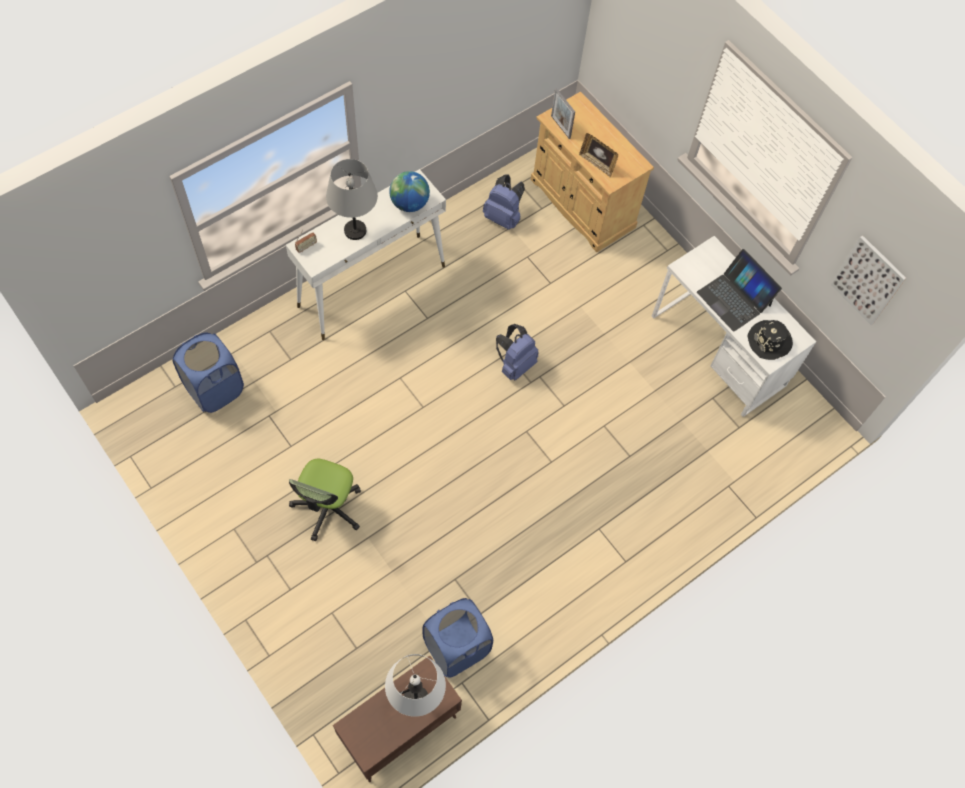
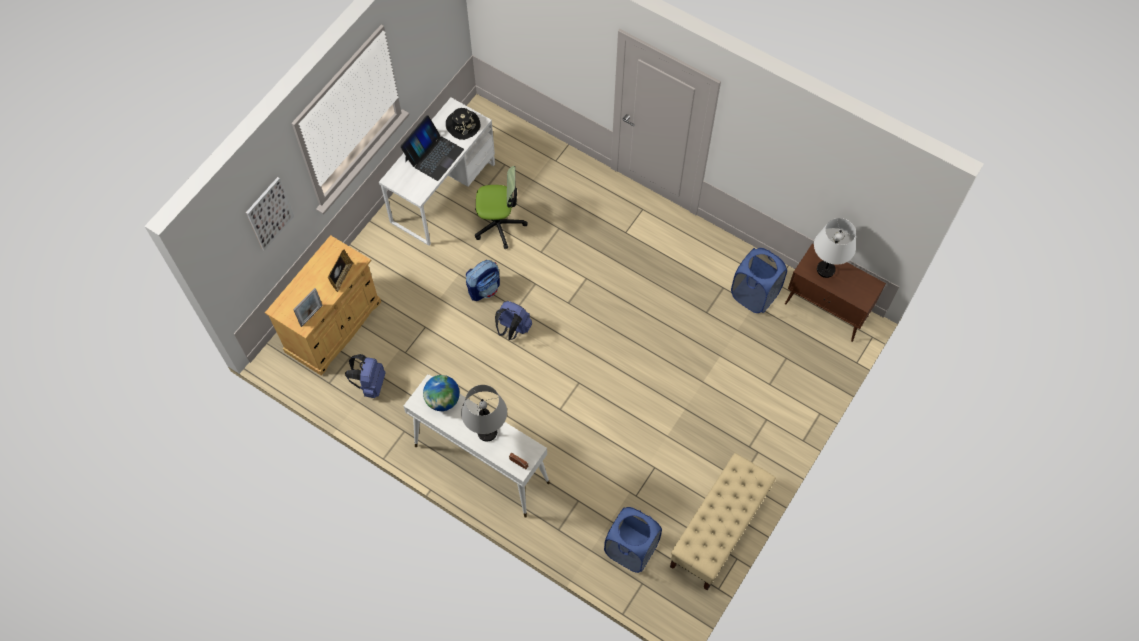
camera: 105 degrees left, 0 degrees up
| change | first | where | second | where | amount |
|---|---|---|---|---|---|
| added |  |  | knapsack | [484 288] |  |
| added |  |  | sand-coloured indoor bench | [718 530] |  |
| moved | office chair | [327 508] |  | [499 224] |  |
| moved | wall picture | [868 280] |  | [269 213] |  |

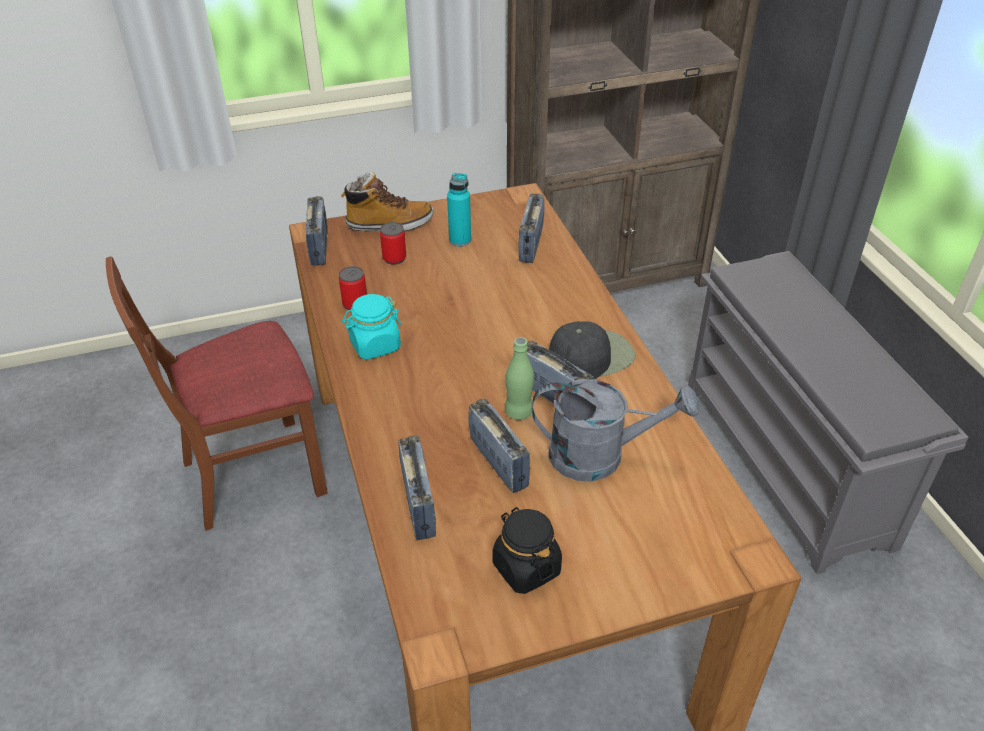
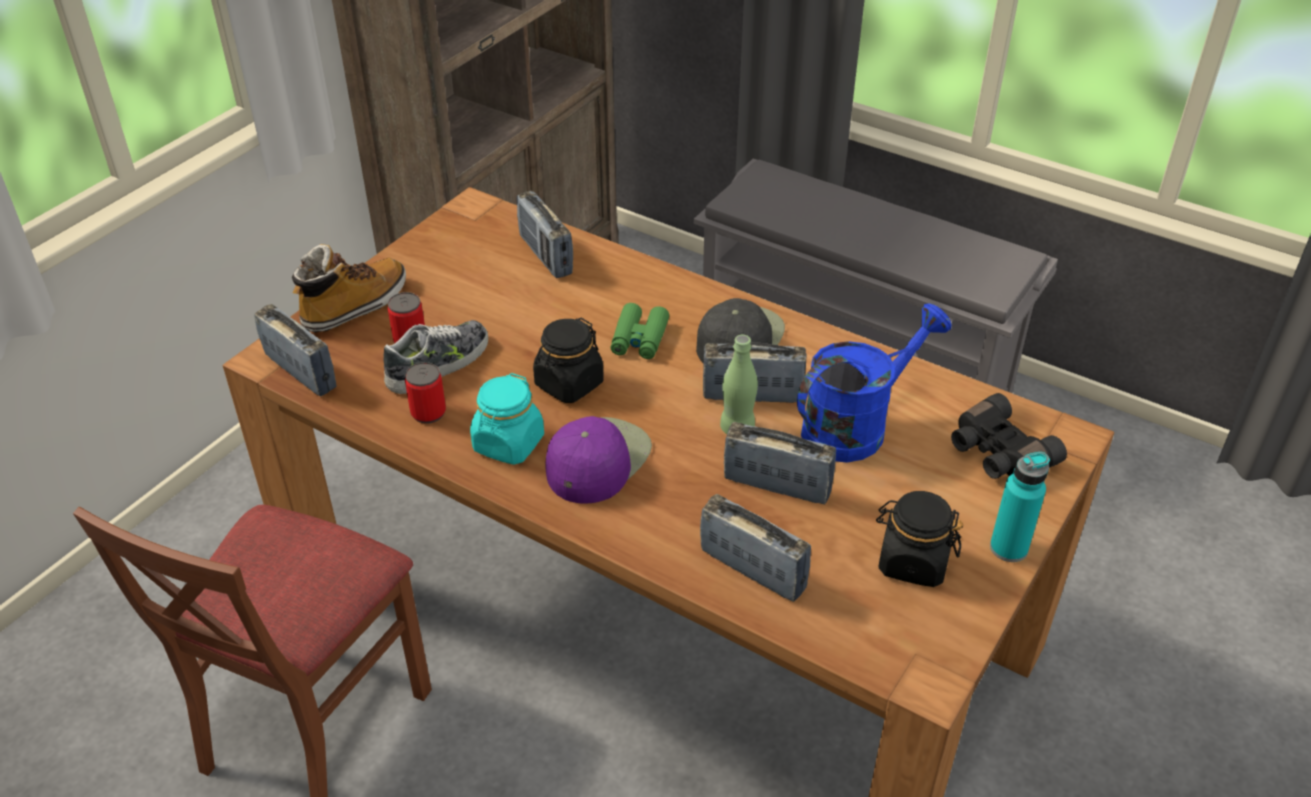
camera: 40 degrees left, 0 degrees up
| change | first | where | second | where | amount |
|---|---|---|---|---|---|
| added |  |  | shoe | [439 364] |  |
| added |  |  | black-coloured jar | [568 384] |  |
| added |  |  | purple cap | [597 460] |  |
| added |  |  | green binoculars | [639 339] |  |
| added |  |  | black-coloured binoculars | [997 453] |  |
| moved | turquoise-coloured drink bottle | [460 240] |  | [1008 548] |  |
| recoloured | grey watering can | [600 456] | blue watering can | [856 425] |  |

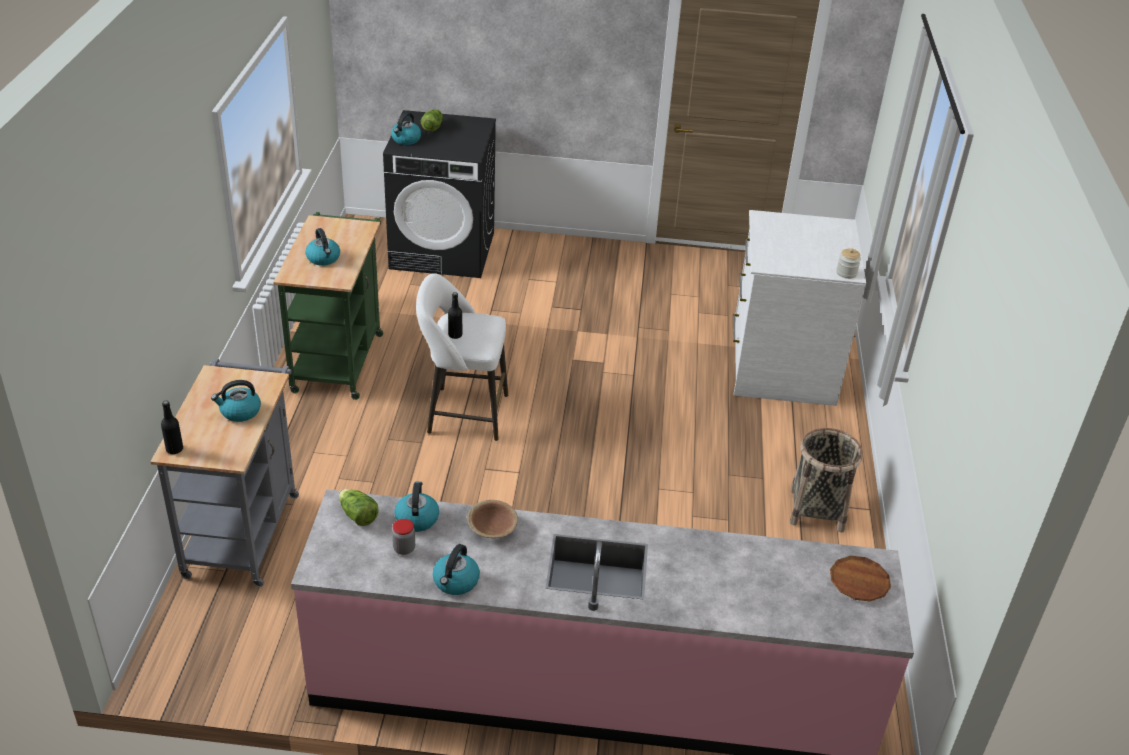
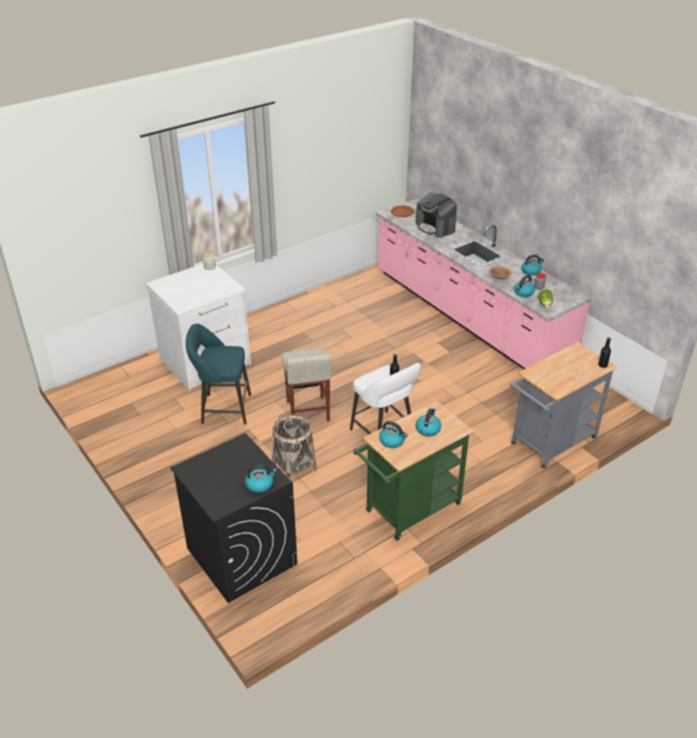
camera: 130 degrees left, 0 degrees up
| change | first | where | second | where | amount |
|---|---|---|---|---|---|
| removed | lettuce | [432 127] |  |  |  |
| added |  |  | turquoise-coloured stool | [223 409] |  |
| added |  |  | sand-coloured stool | [307 411] |  |
| added |  |  | coffee brewer | [435 227] |  |
| moved | tea kettle | [239 412] |  | [392 441] |  |
| moved | household basket | [817 510] |  | [294 466] |  |

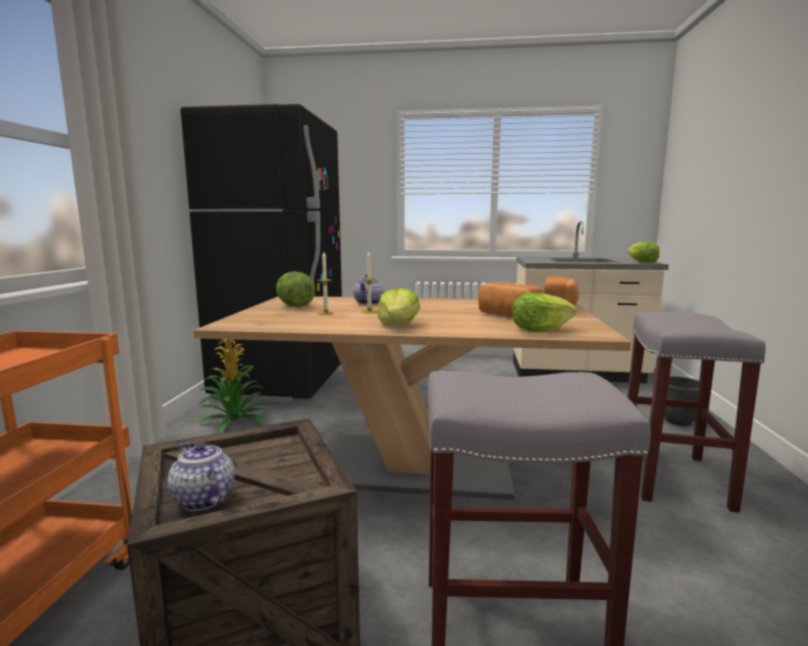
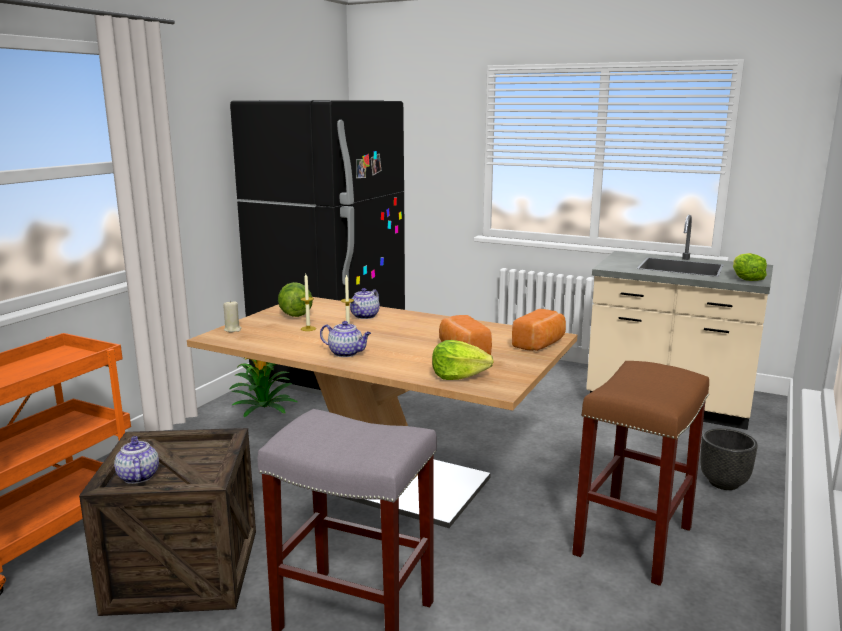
camera: 20 degrees right, 5 degrees up
| change | first | where | second | where | amount |
|---|---|---|---|---|---|
| added |  |  | sand-coloured candle | [232 329] |  |
| replaced | lettuce | [398 325] | tea pot | [346 353] |  |
| recoloured | grey stool | [674 479] | brown stool | [633 542] |  |

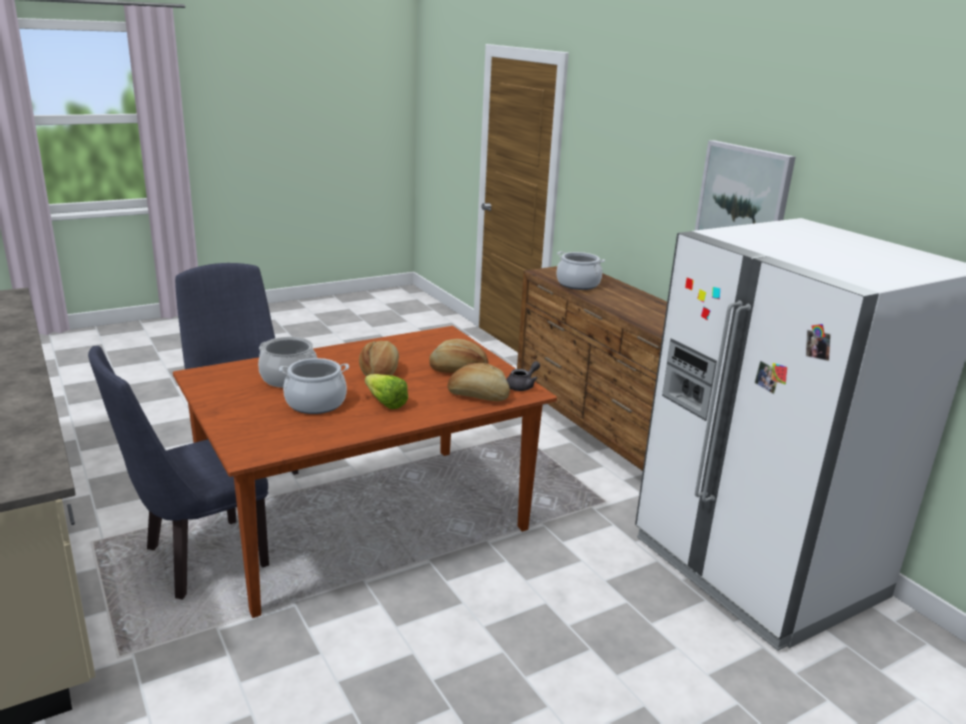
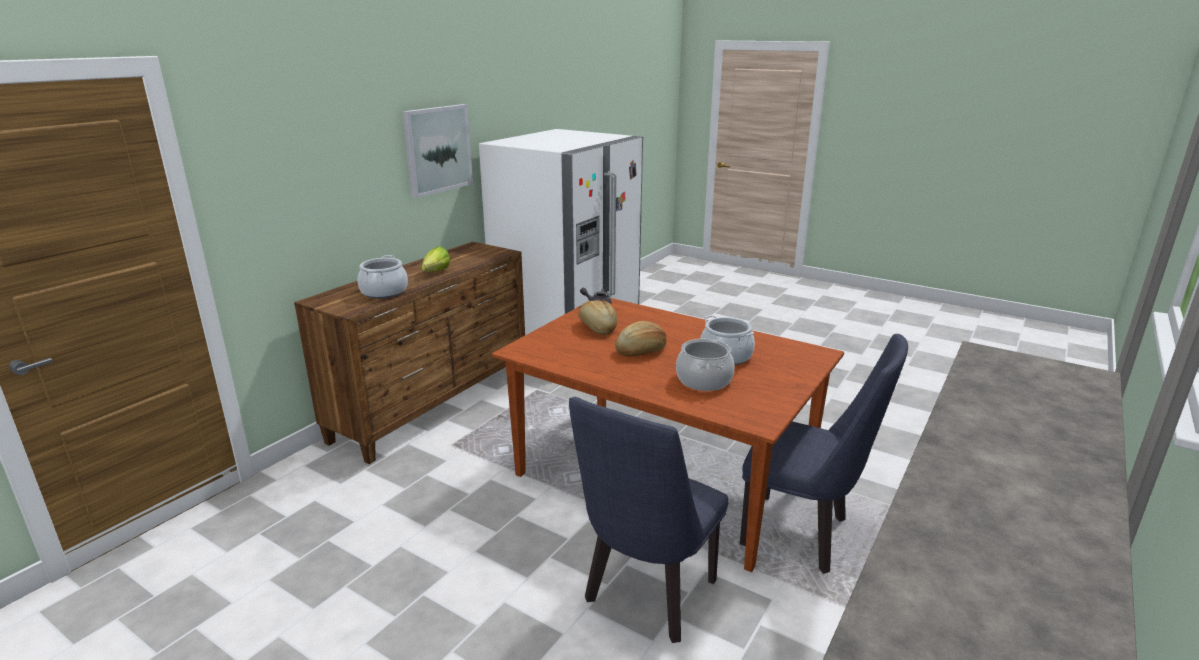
camera: 115 degrees left, 0 degrees up
| change | first | where | second | where | amount |
|---|---|---|---|---|---|
| removed | baked bread | [478 396] |  |  |  |
| moved | lettuce | [383 402] |  | [433 273] |  |

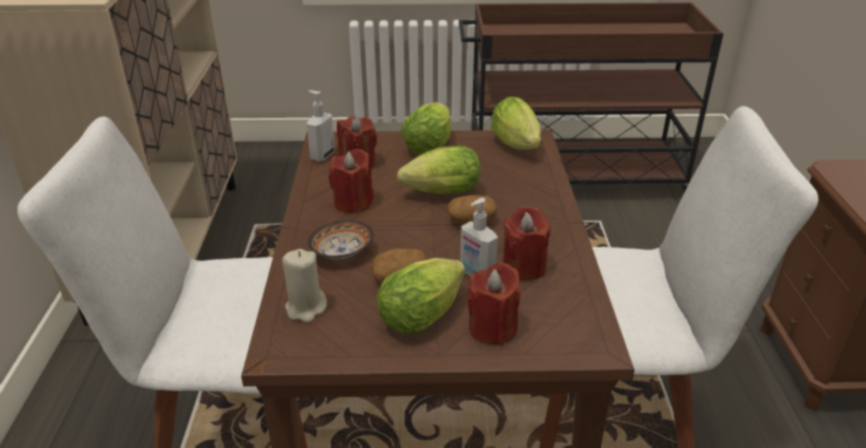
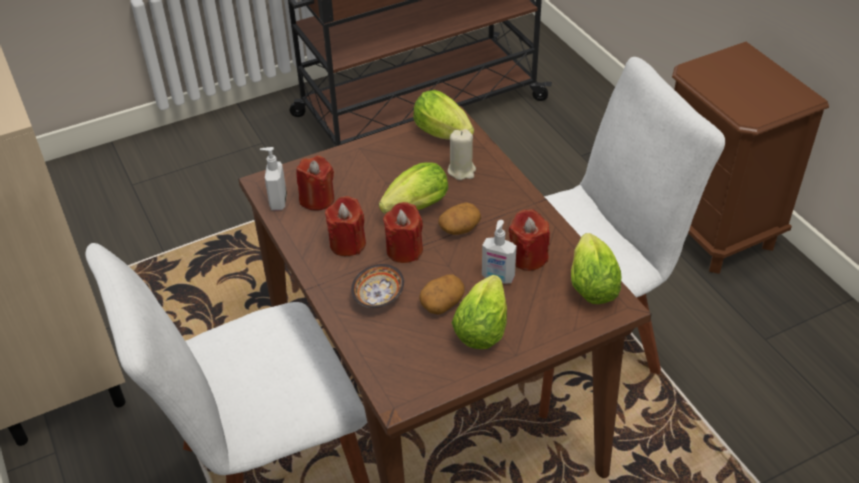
camera: 25 degrees left, 10 degrees up
| change | first | where | second | where | amount |
|---|---|---|---|---|---|
| moved | sand-coloured candle | [306 308] |  | [461 171] |  |
| moved | lettuce | [430 145] |  | [591 282] |  |
| moved | reddish candle | [492 328] |  | [404 250] |  |

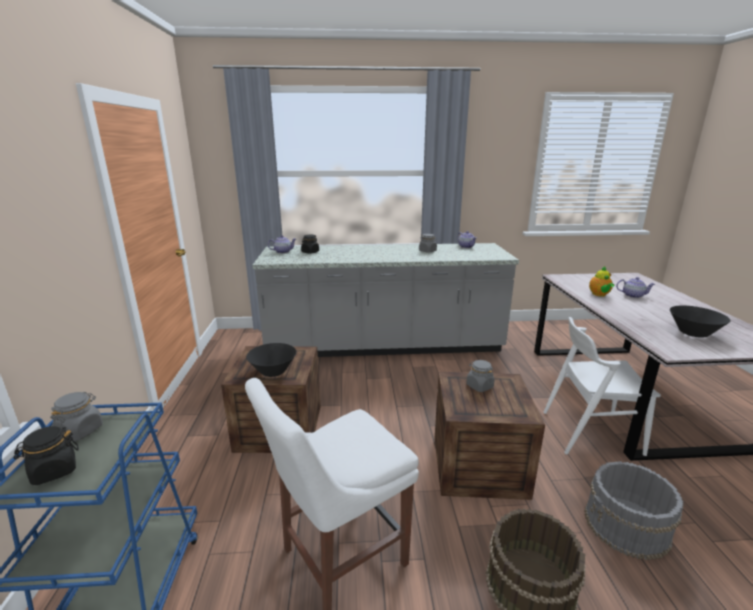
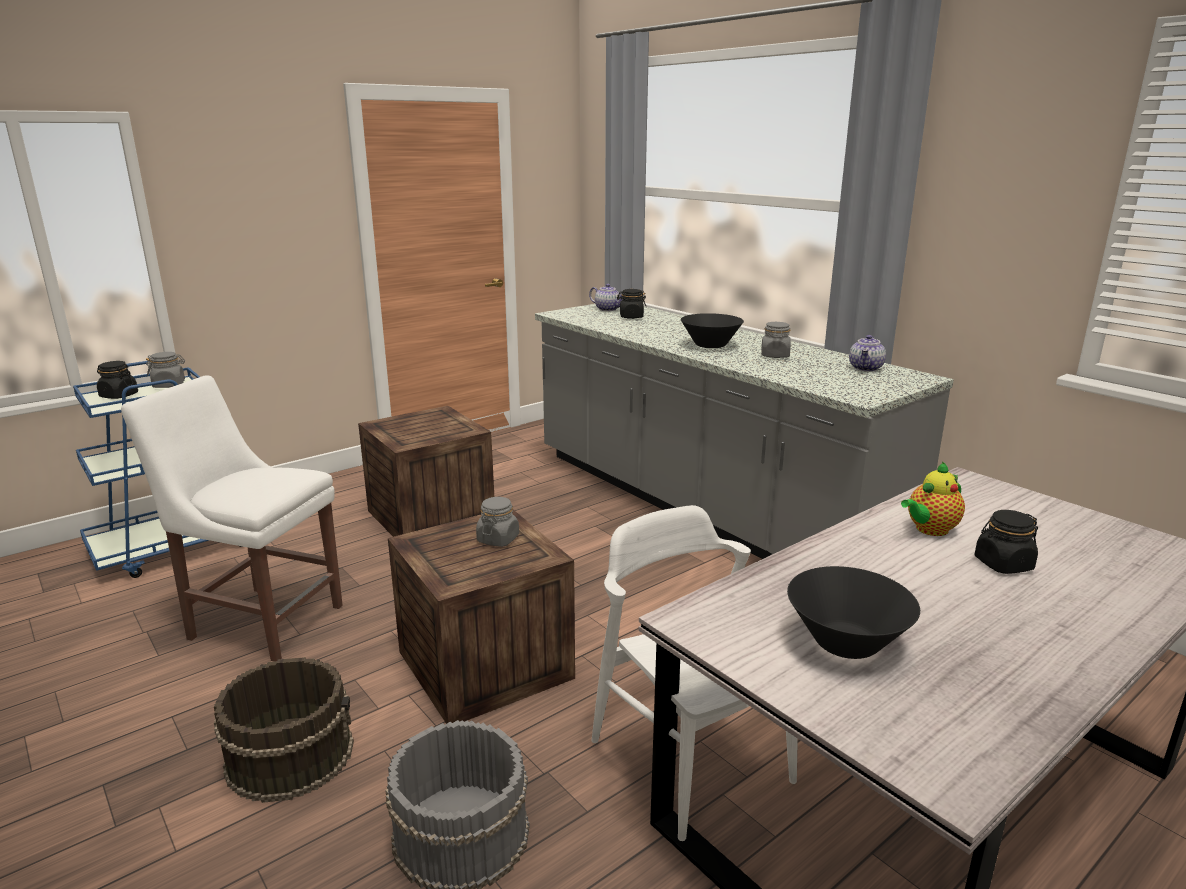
camera: 55 degrees right, 0 degrees up
| change | first | where | second | where | amount |
|---|---|---|---|---|---|
| moved | black-coloured bowl | [273 371] |  | [710 345] |  |
| replaced | tea pot | [633 295] | black-coloured jar | [1003 564] |  |

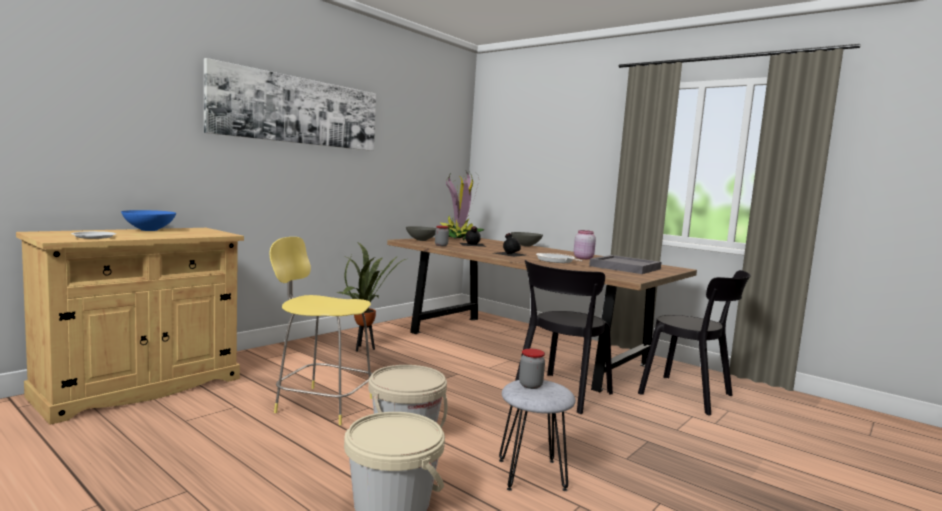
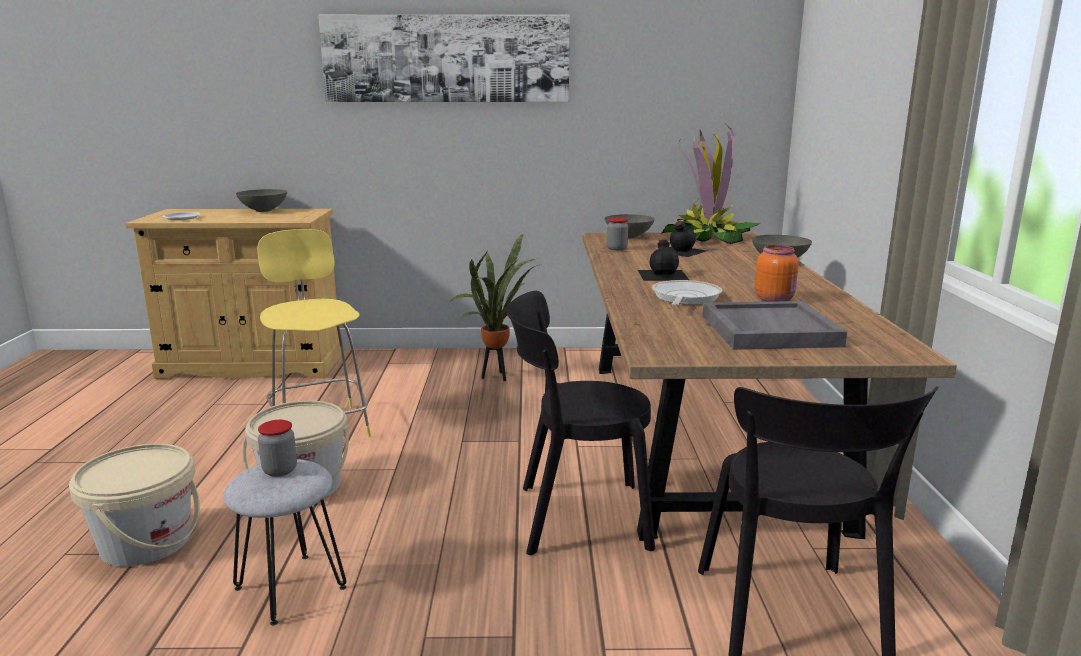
camera: 50 degrees right, 10 degrees up
| change | first | where | second | where | amount |
|---|---|---|---|---|---|
| recoloured | blue bowl | [148 230] | grey bowl | [263 210] |  |
| recoloured | pink jar | [583 258] | orangey jar | [774 299] |  |

